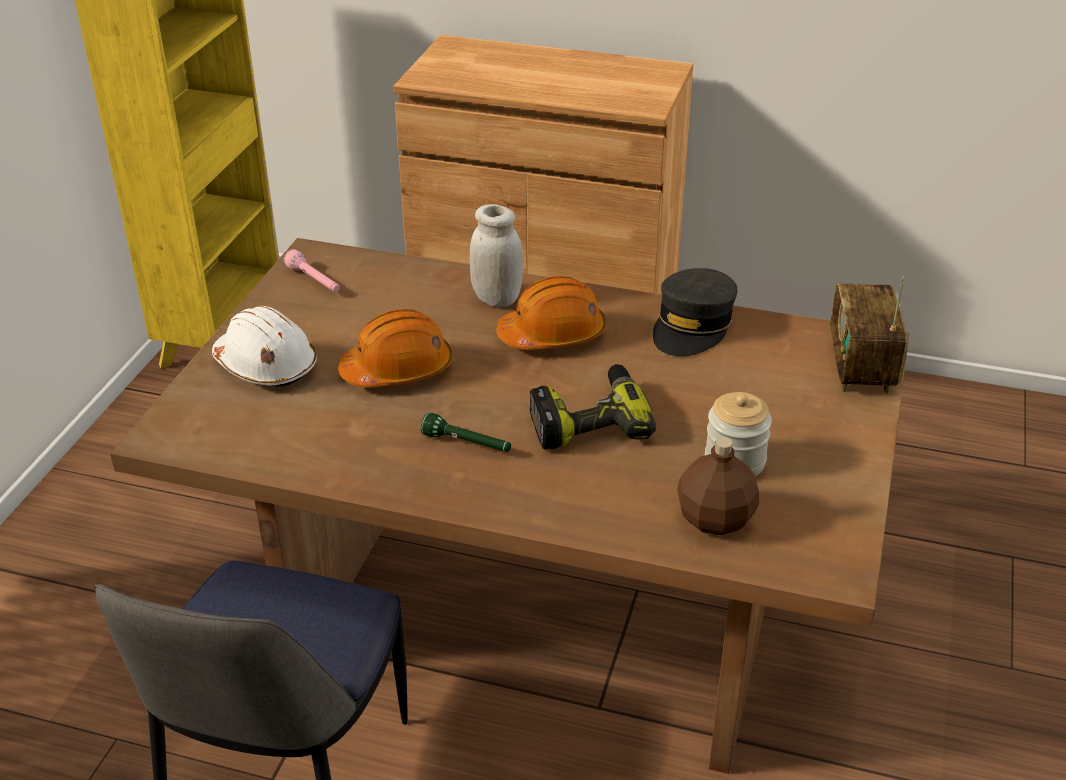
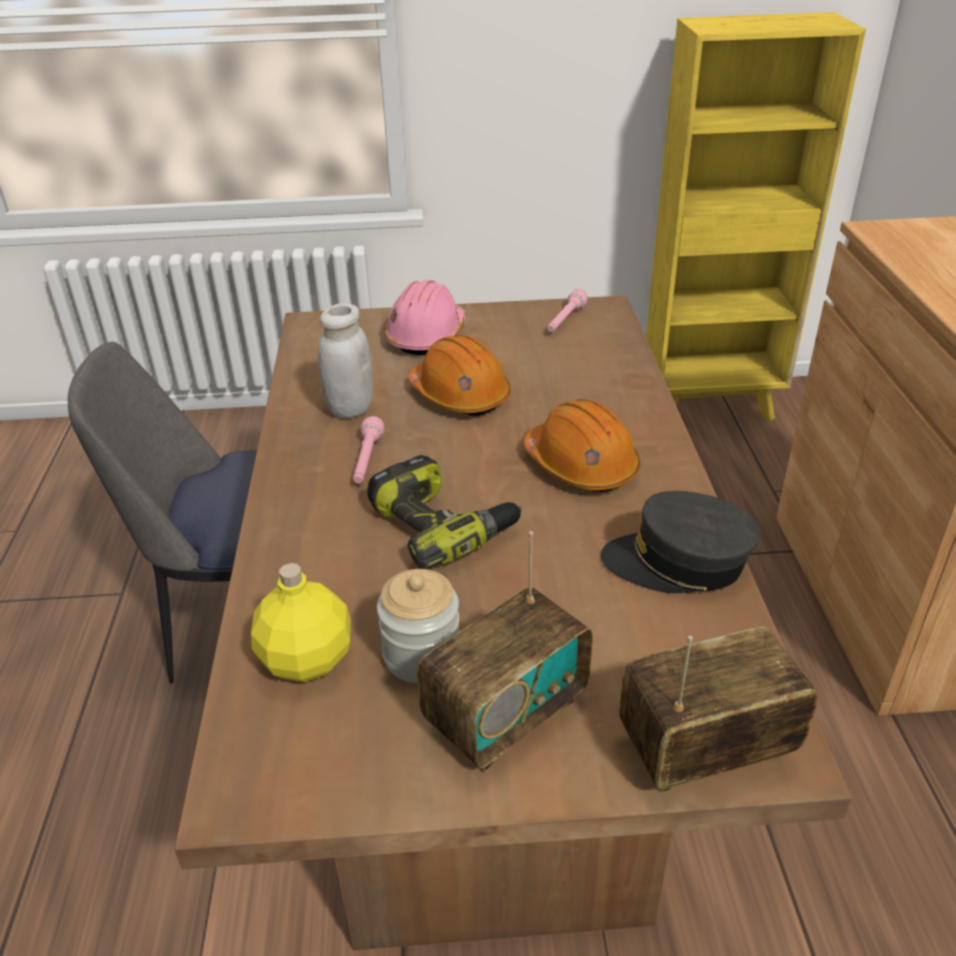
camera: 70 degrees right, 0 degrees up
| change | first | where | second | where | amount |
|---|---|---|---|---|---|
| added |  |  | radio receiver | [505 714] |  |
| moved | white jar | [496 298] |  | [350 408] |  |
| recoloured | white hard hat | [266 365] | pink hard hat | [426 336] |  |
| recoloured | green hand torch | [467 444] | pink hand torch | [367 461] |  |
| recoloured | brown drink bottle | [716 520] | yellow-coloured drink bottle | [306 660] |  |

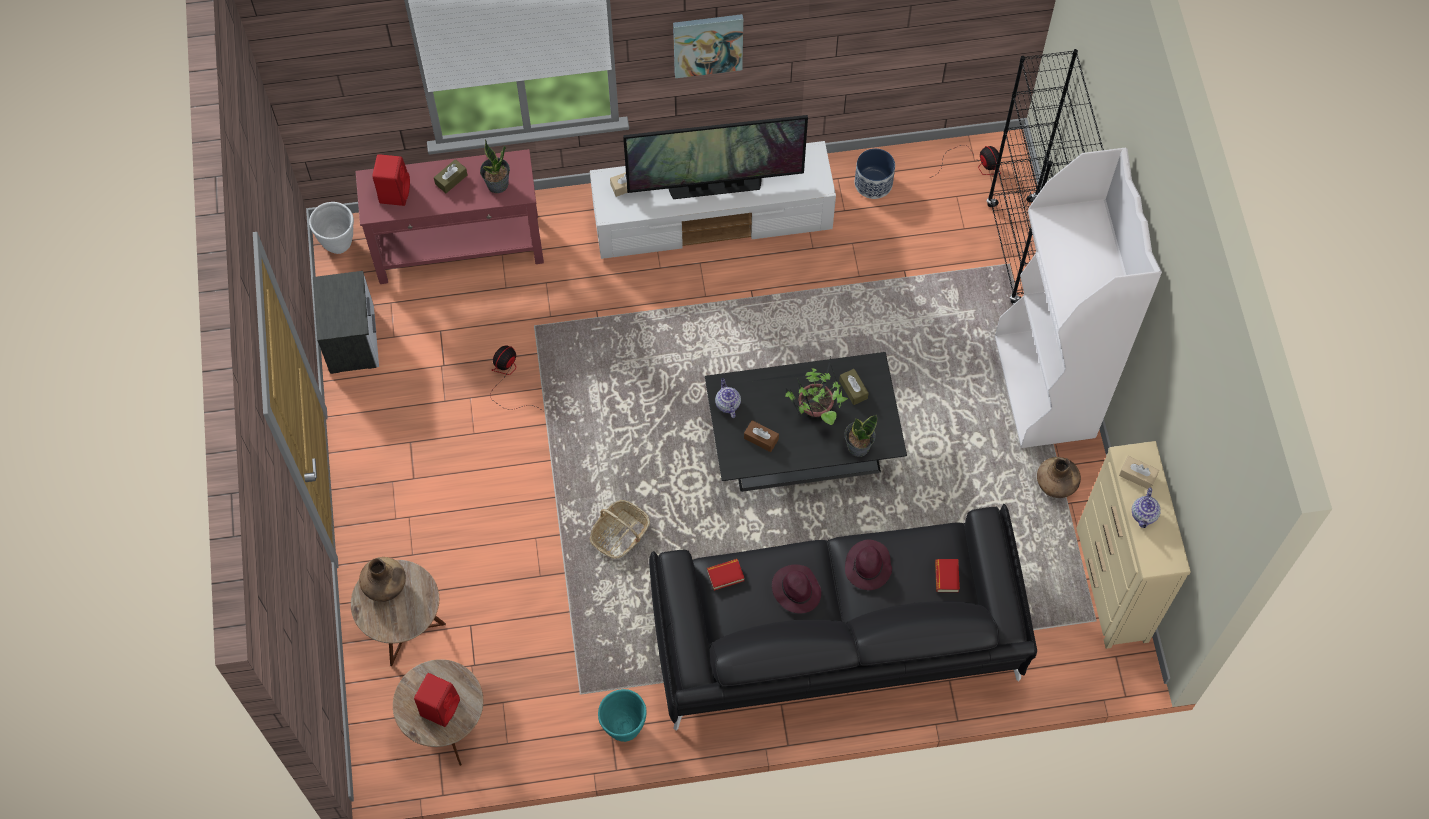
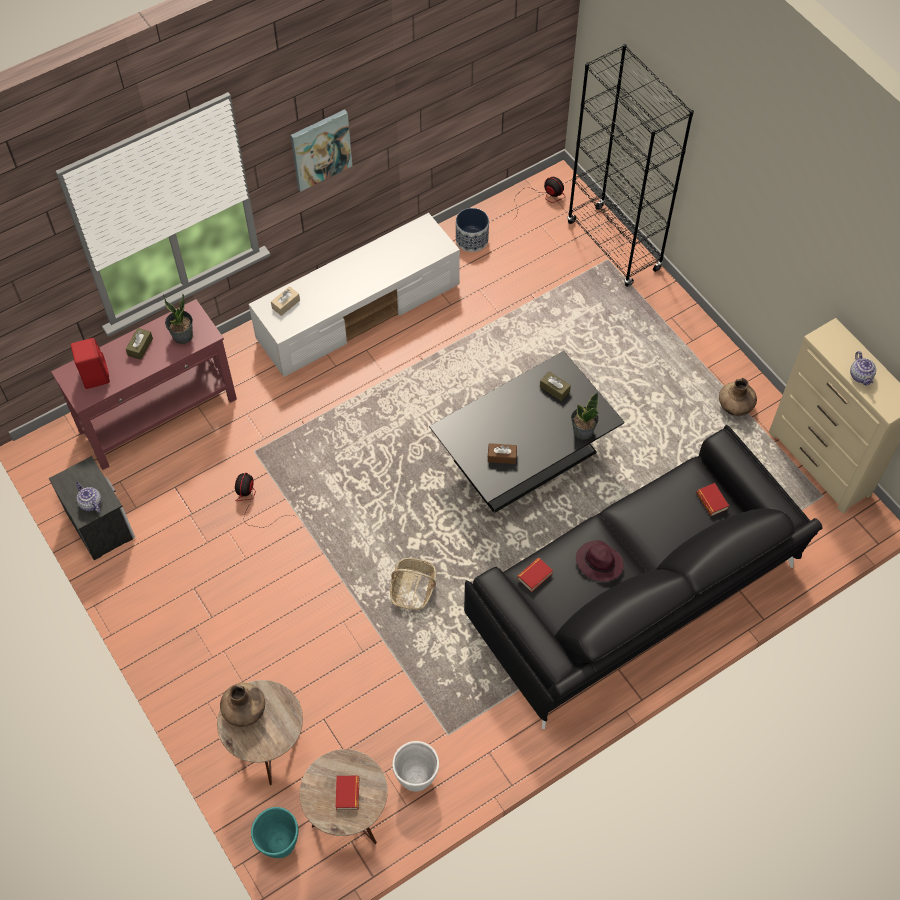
camera: 25 degrees left, 5 degrees down
| change | first | where | second | where | amount |
|---|---|---|---|---|---|
| removed | TV set | [715 186] |  |  |  |
| removed | plant in a pot | [812 407] |  |  |  |
| removed | purple clothing hat | [868 567] |  |  |  |
| removed | white bookcase | [1045 388] |  |  |  |
| removed | sand-coloured box of tissues | [1137 475] |  |  |  |
| moved | white flower pot | [339 243] |  | [417 778] |  |
| moved | turquoise-coloured flower pot | [624 728] |  | [279 844] |  |
| moved | tea pot | [727 403] |  | [90 503] |  |
| replaced | reddish audio speaker | [440 706] | volume | [347 794] |  |

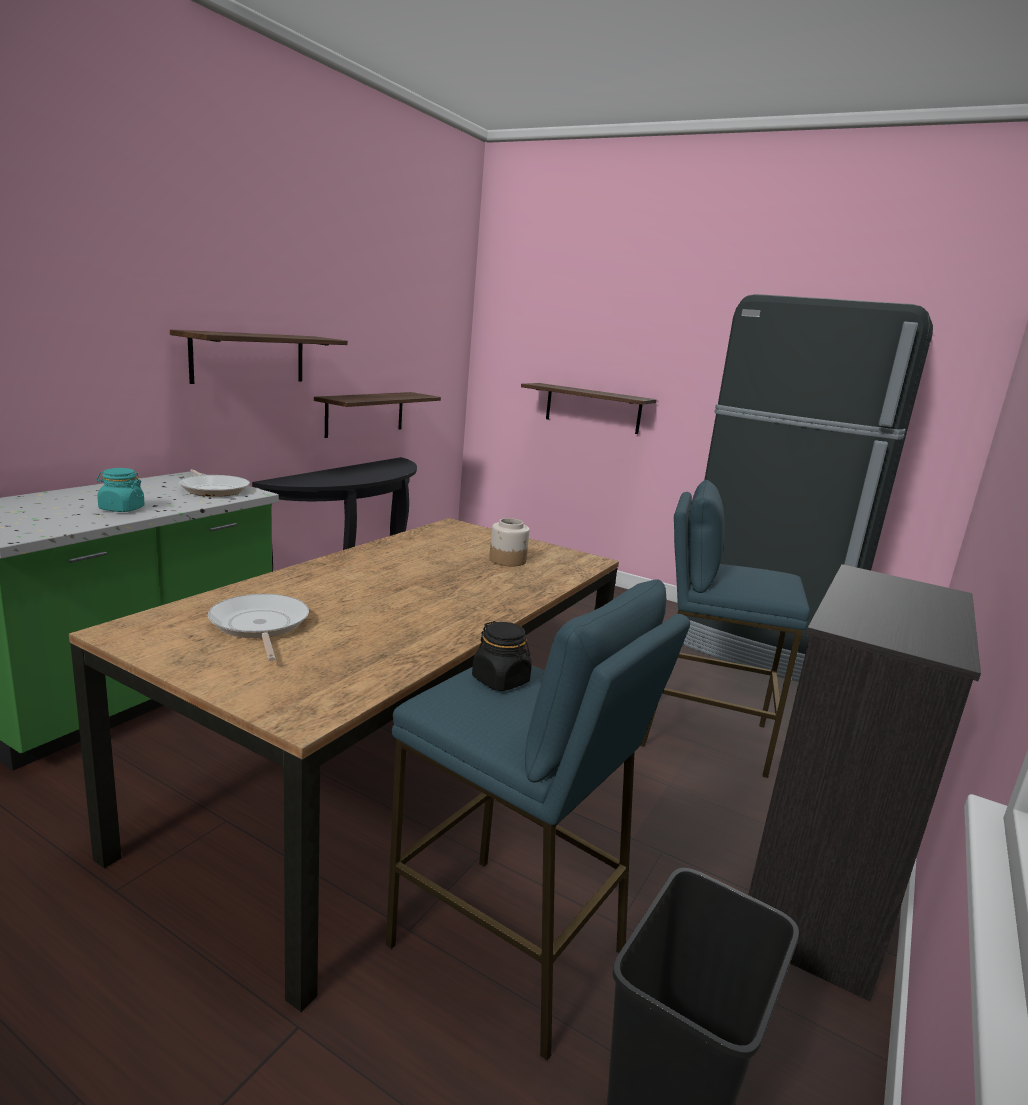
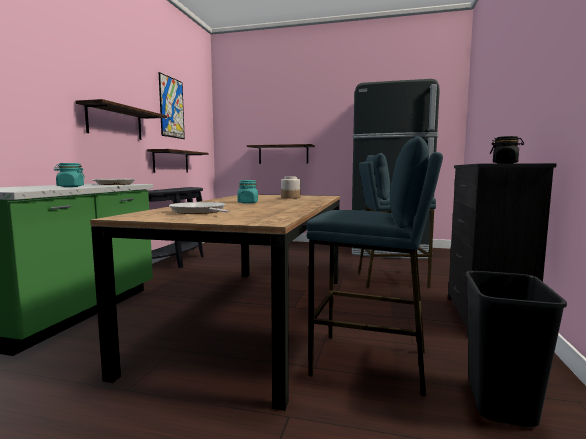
camera: 15 degrees left, 10 degrees down
| change | first | where | second | where | amount |
|---|---|---|---|---|---|
| added |  |  | wall picture | [171 107] |  |
| added |  |  | turquoise-coloured jar | [248 203] |  |
| moved | black-coloured jar | [501 680] |  | [505 163] |  |

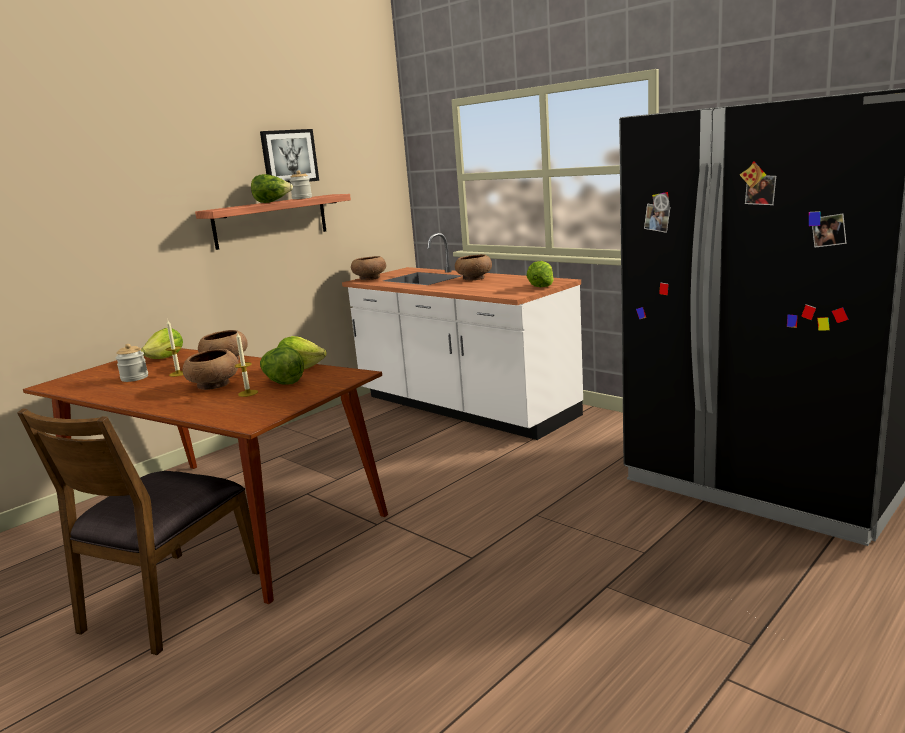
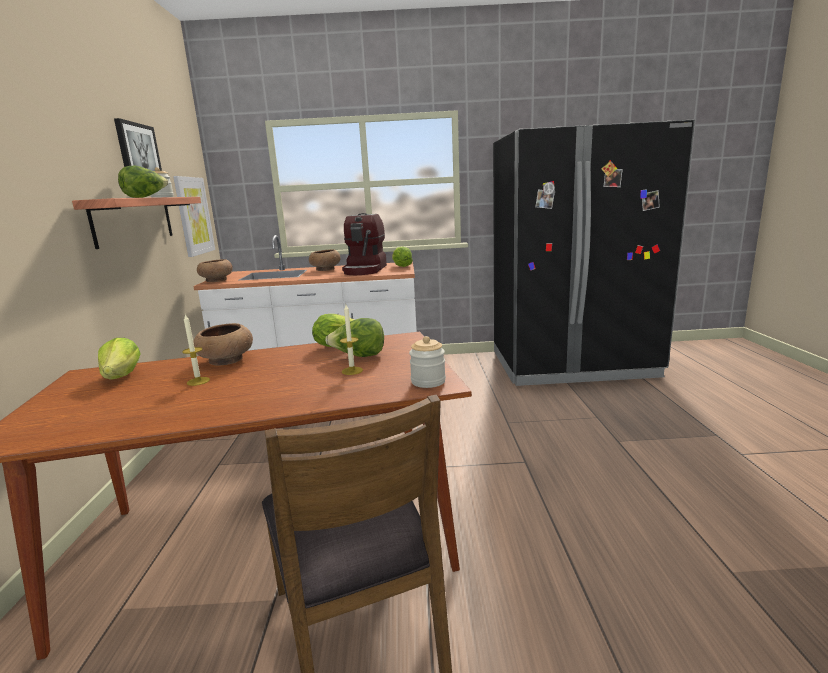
camera: 45 degrees left, 0 degrees up
| change | first | where | second | where | amount |
|---|---|---|---|---|---|
| removed | brown bowl | [213 385] |  |  |  |
| added |  |  | wall picture | [194 216] |  |
| added |  |  | coffee brewer | [365 270] |  |
| moved | jar | [134 378] |  | [428 381] |  |

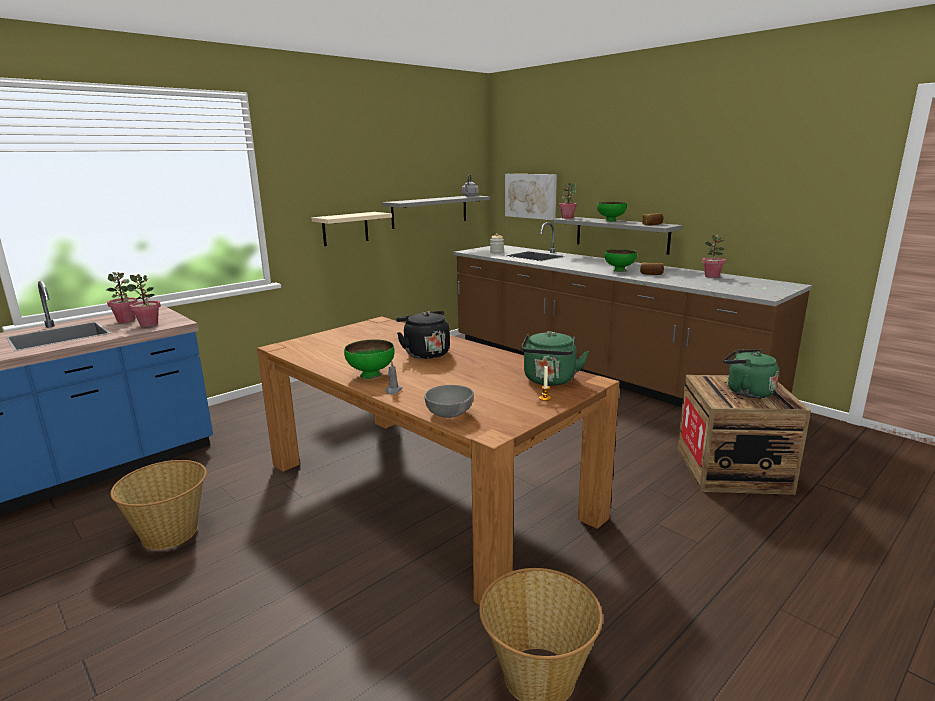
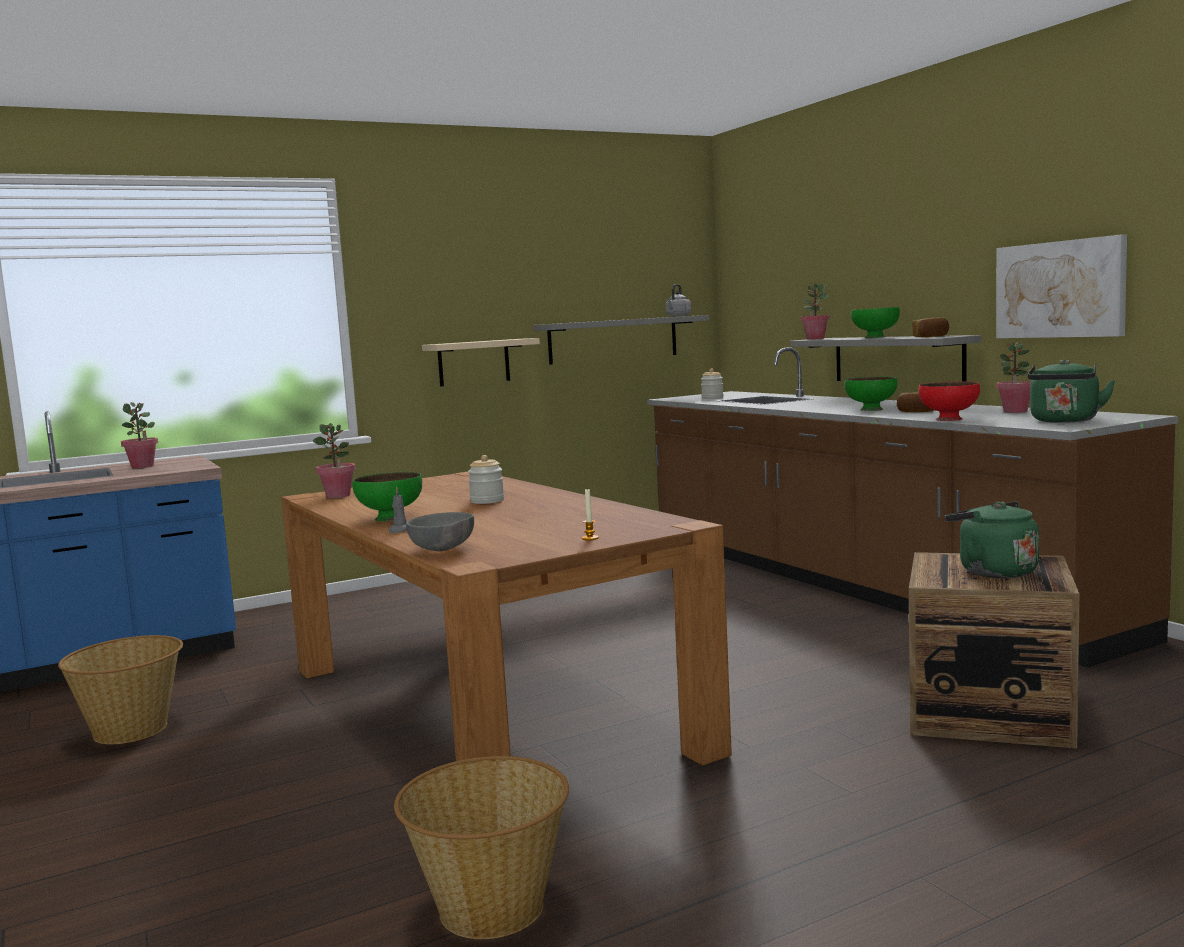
camera: 15 degrees right, 10 degrees down
| change | first | where | second | where | amount |
|---|---|---|---|---|---|
| added |  |  | reddish bowl | [949 419] |  |
| moved | plant in a pot | [149 324] |  | [338 496] |  |
| moved | wall picture | [530 196] |  | [1060 289] |  |
| moved | green tea kettle | [549 381] |  | [1064 421] |  |
| replaced | black-coloured tea kettle | [425 353] | jar | [487 501] |  |

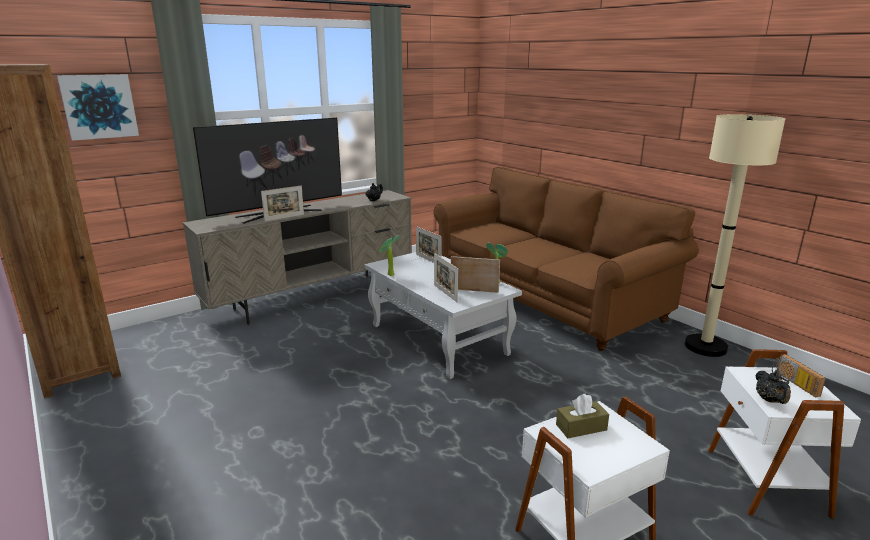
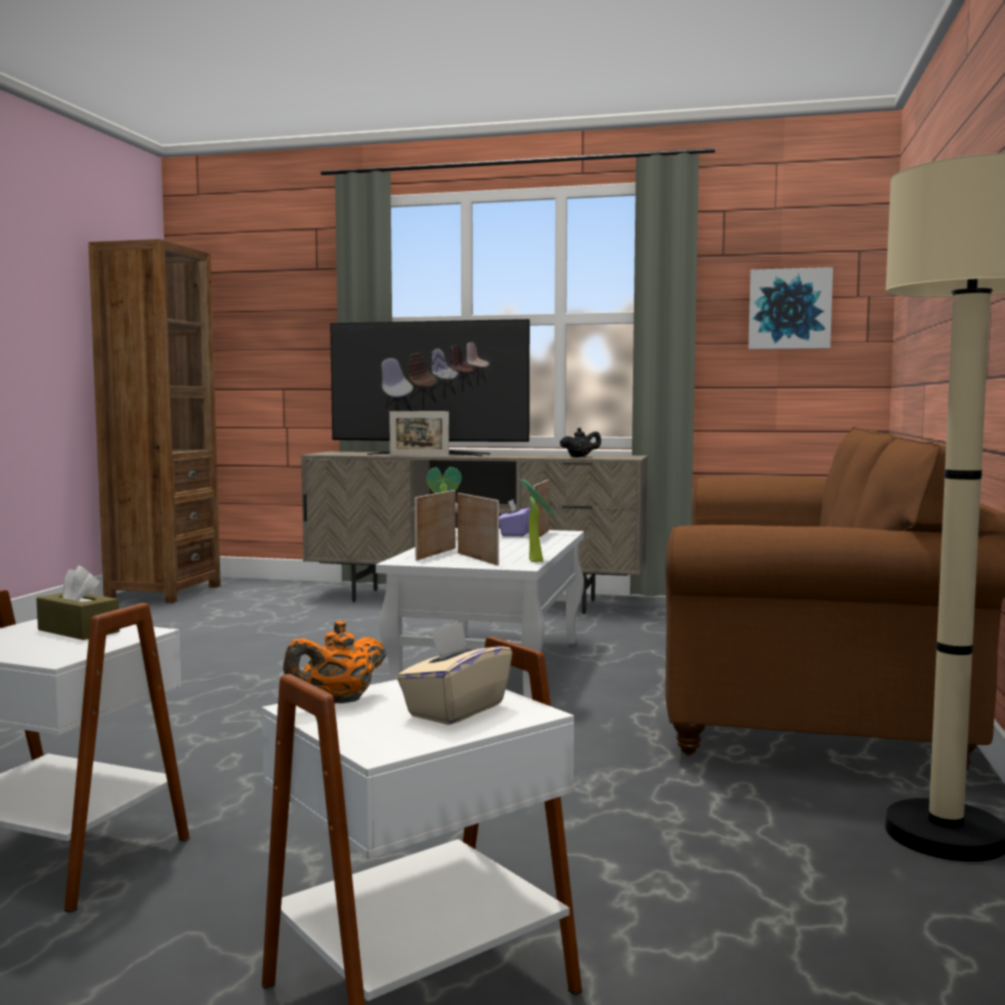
camera: 50 degrees right, 15 degrees down
| change | first | where | second | where | amount |
|---|---|---|---|---|---|
| added |  |  | purple box of tissues | [514 534] |  |
| moved | wall picture | [99 106] |  | [789 309] |  |
| replaced | radio receiver | [792 384] | sand-coloured box of tissues | [455 710] |  |
| recoloured | black-coloured tea pot | [769 400] | orangey tea pot | [338 701] |  |

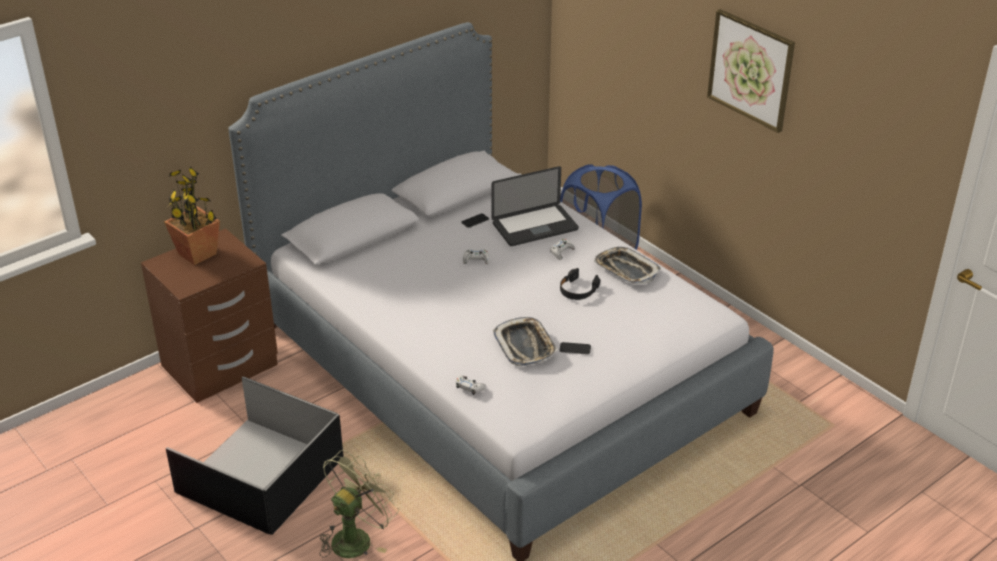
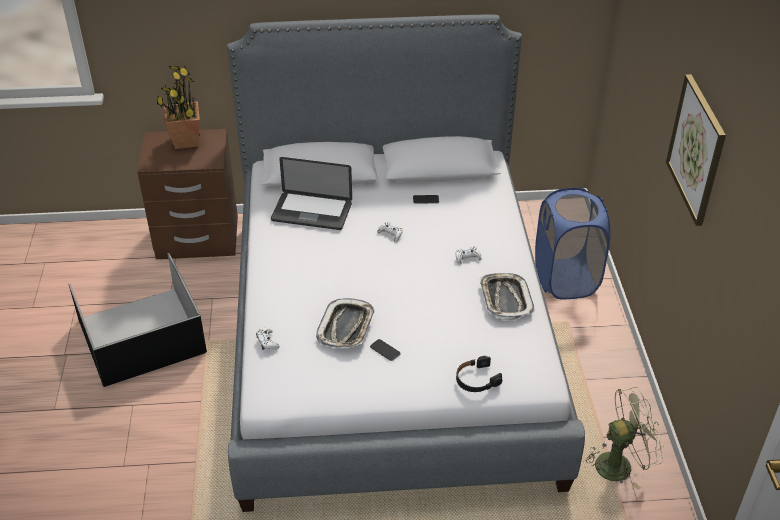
camera: 35 degrees right, 5 degrees up
| change | first | where | second | where | amount |
|---|---|---|---|---|---|
| moved | green cooling fan | [356 537] |  | [620 464] |  |
| moved | notebook computer | [535 227] |  | [311 212] |  |
| moved | black-coloured pair of headphones | [578 290] |  | [476 379] |  |

